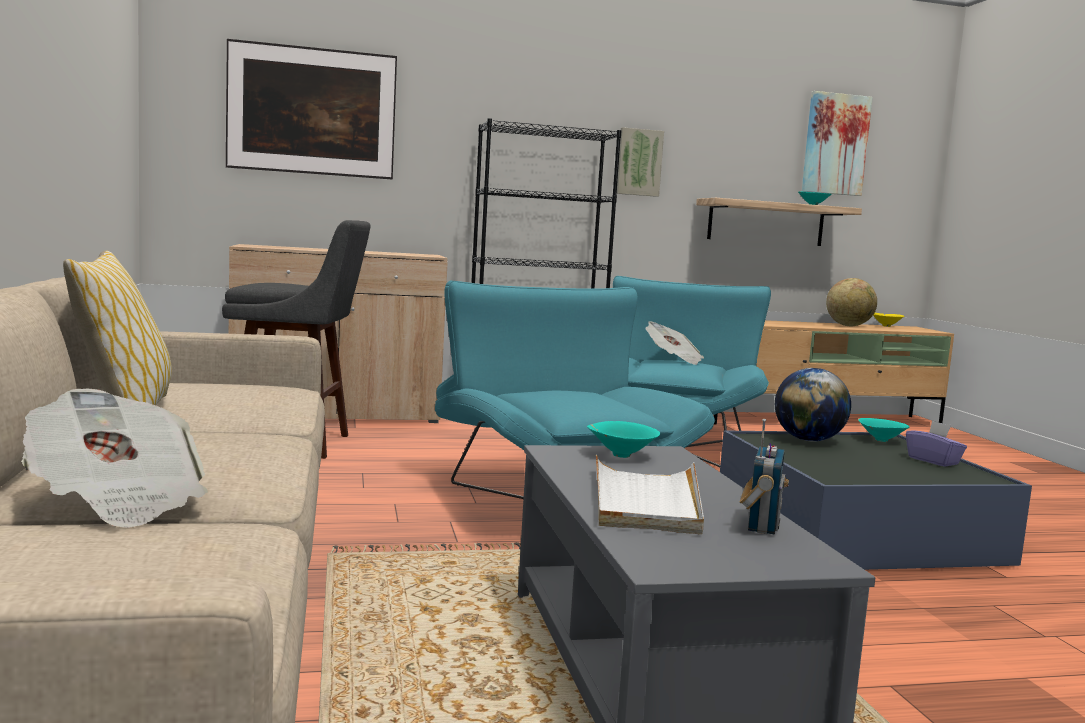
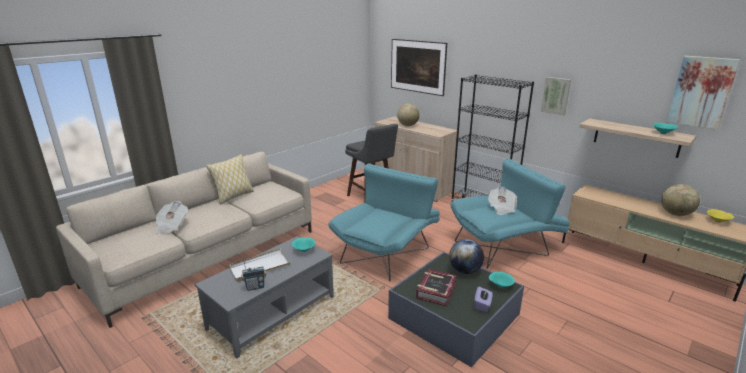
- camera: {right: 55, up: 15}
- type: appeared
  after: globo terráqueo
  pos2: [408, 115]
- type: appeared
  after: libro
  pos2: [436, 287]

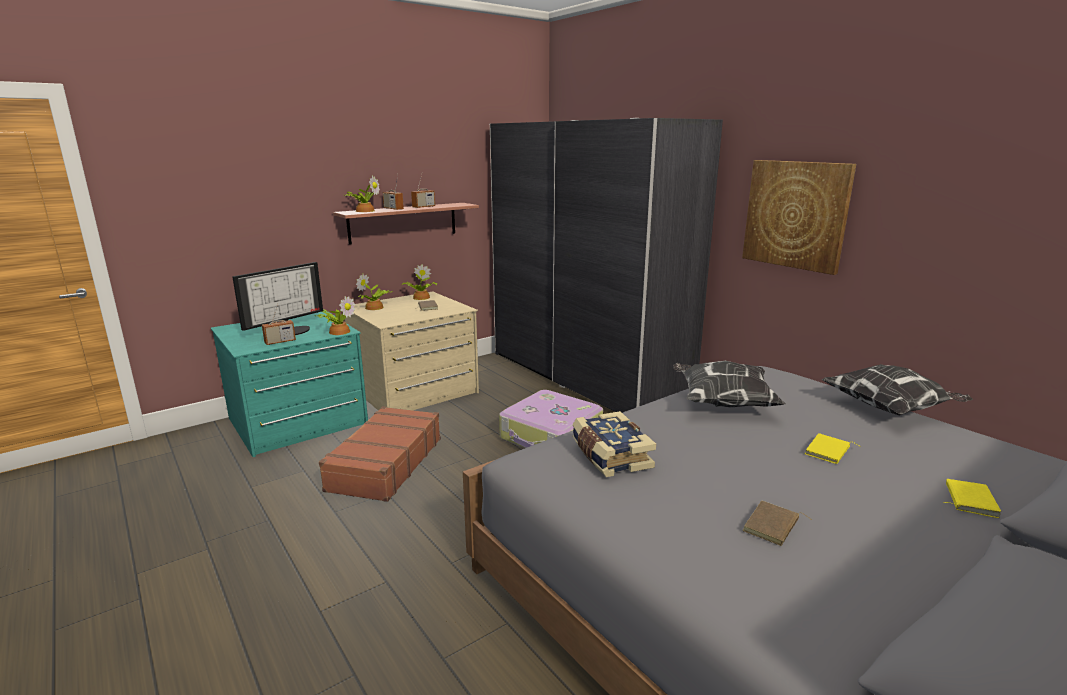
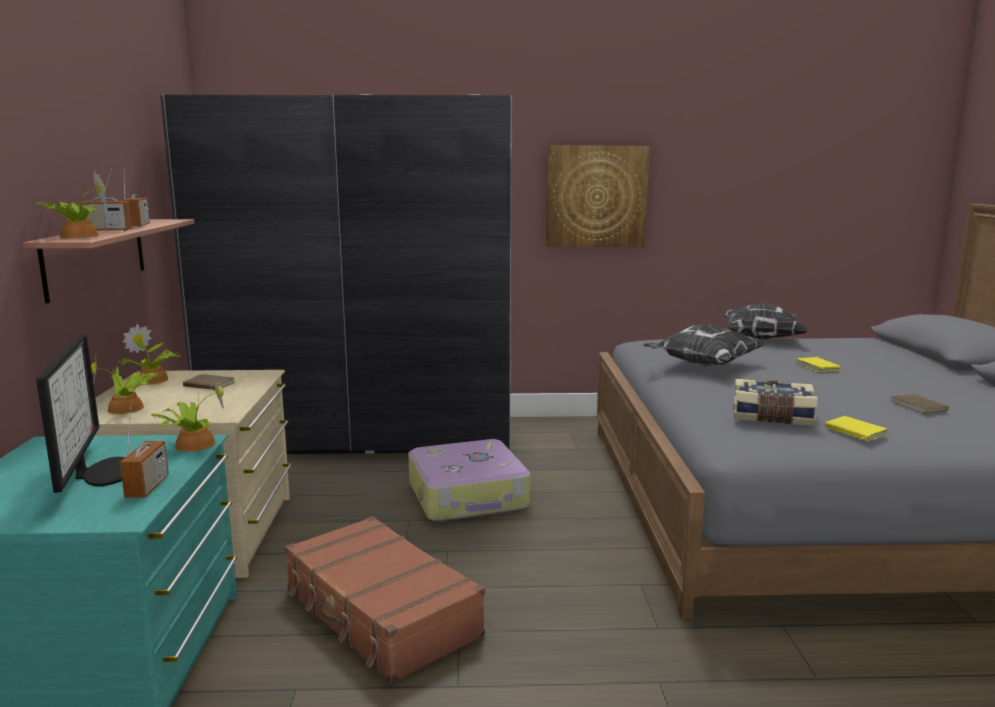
- camera: {right: -55, up: -5}
- type: relocated
  before: libro (amarillo)
  pos1: [972, 498]
  pos2: [856, 428]

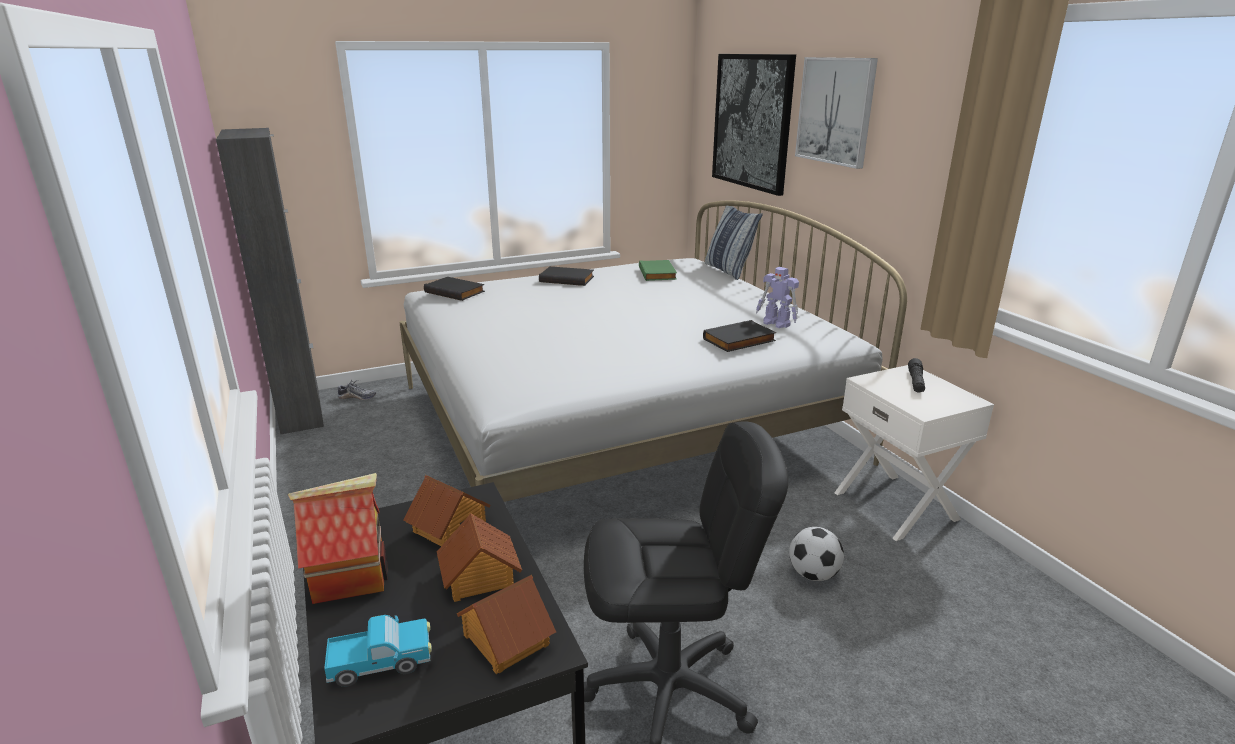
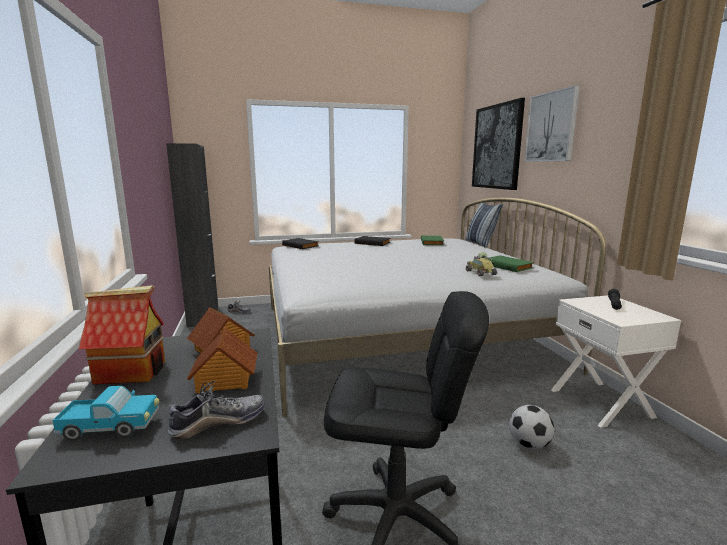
- camera: {right: 10, up: -10}
- type: exchanged
  before: robot de juguete
  after: libro (verde)
  pos1: [777, 297]
  pos2: [510, 263]
- type: exchanged
  before: libro (negro)
  after: coche de juguete
  pos1: [740, 336]
  pos2: [481, 264]
- type: exchanged
  before: casita
  after: zapato
  pos1: [506, 624]
  pos2: [215, 410]

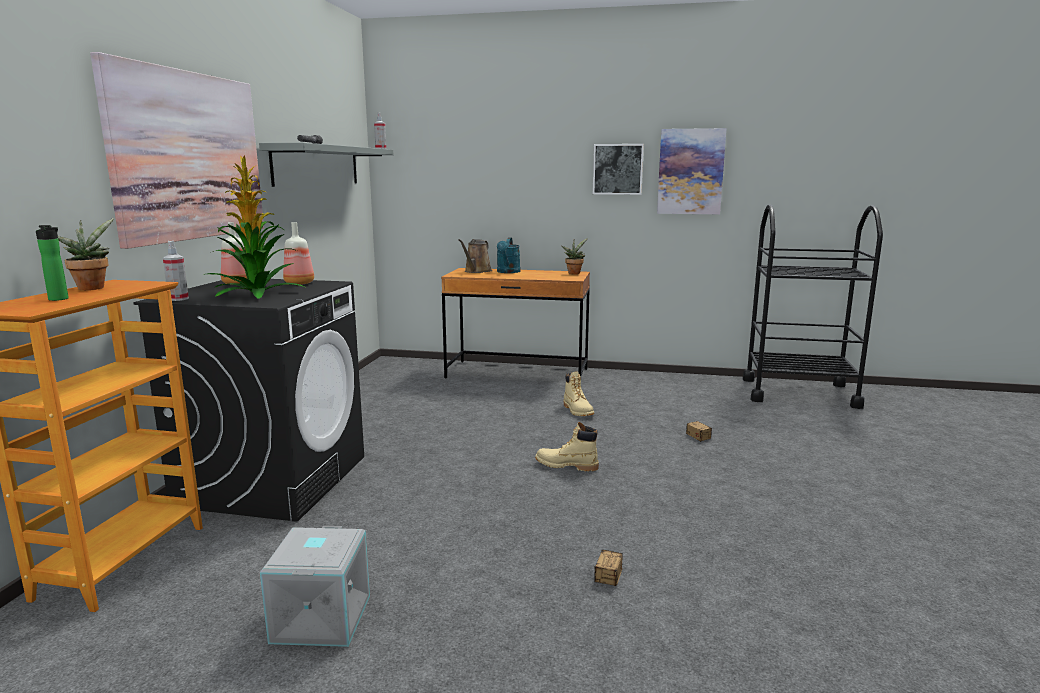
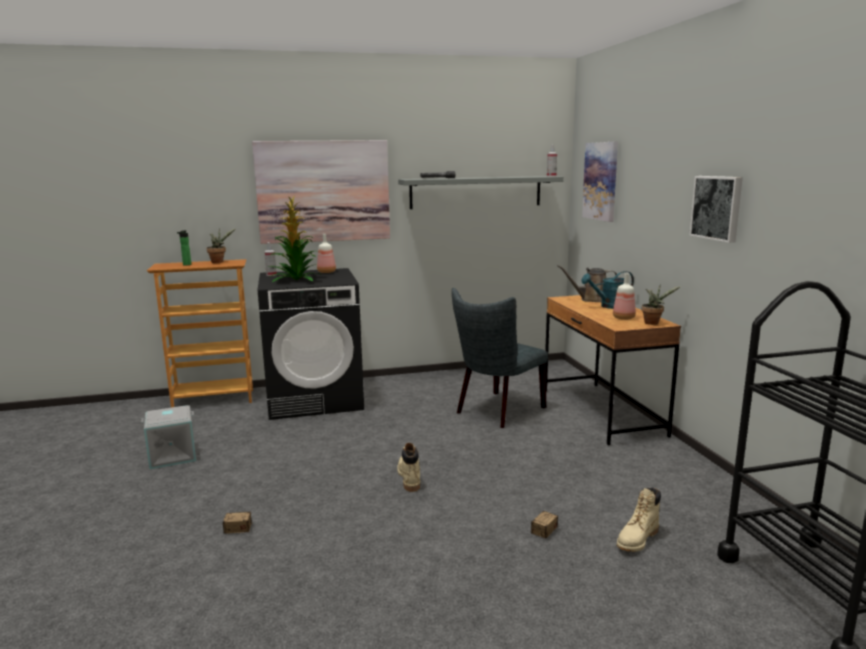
- camera: {right: 65, up: 0}
- type: relocated
  before: cuadro
  pos1: [692, 171]
  pos2: [600, 181]
- type: relocated
  before: botella
  pos1: [298, 253]
  pos2: [624, 297]
- type: relocated
  before: bota (beis)
  pos1: [579, 394]
  pos2: [639, 520]
- type: appeared
  after: silla (gris)
  pos2: [500, 358]

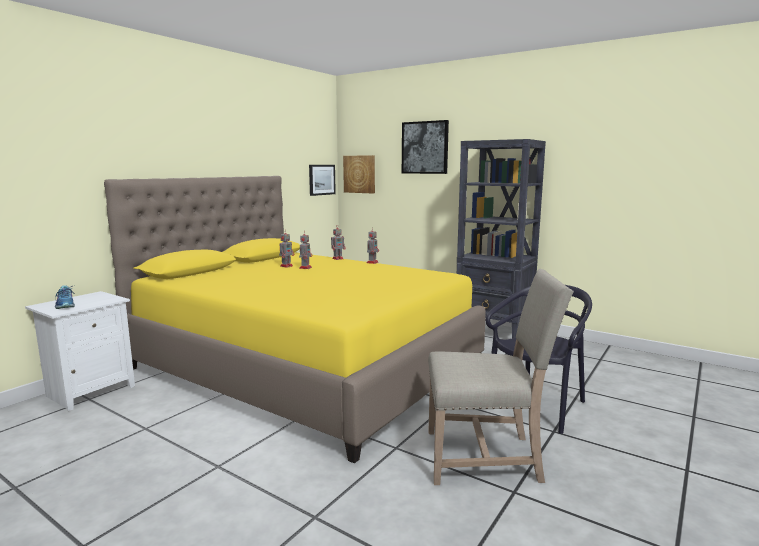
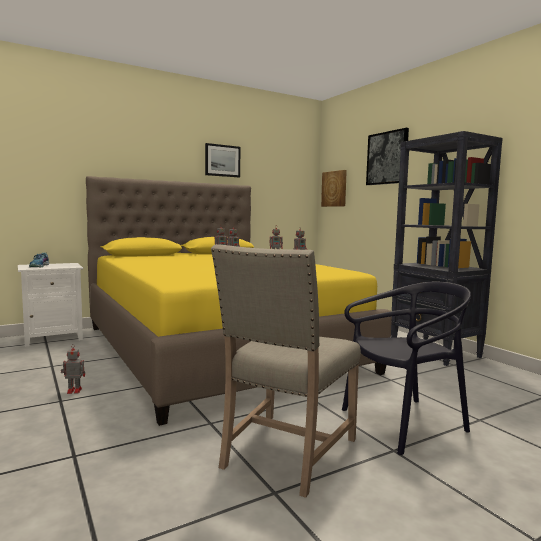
- camera: {right: 25, up: -5}
- type: relocated
  before: cuadro
  pos1: [322, 180]
  pos2: [223, 160]
- type: spun
  before: silla (beis)
  pos1: [501, 377]
  pos2: [286, 371]
  turn: 90
- type: appeared
  after: robot de juguete
  pos2: [73, 369]

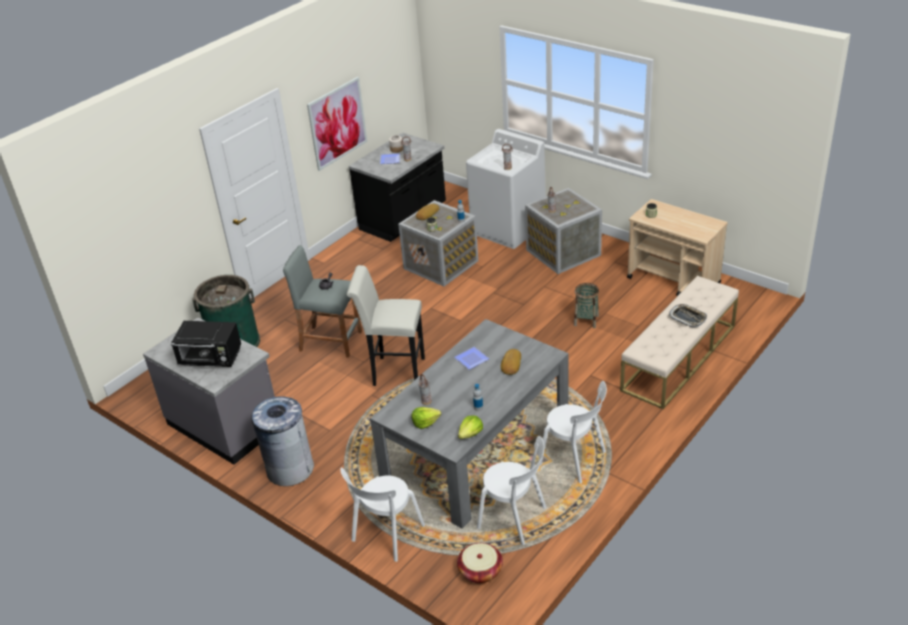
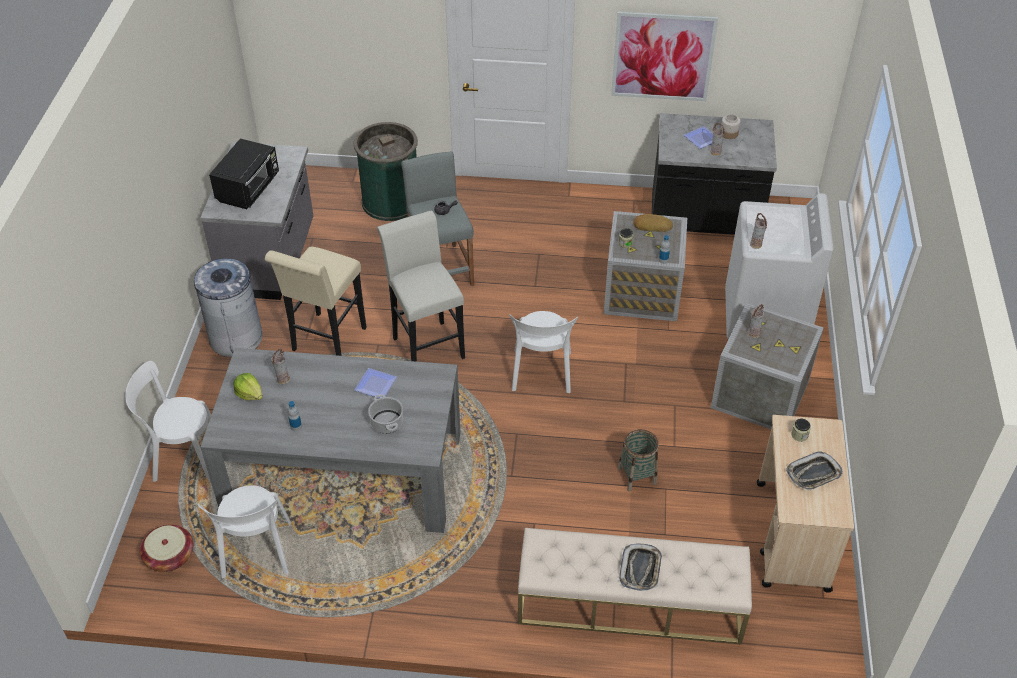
- camera: {right: 55, up: 10}
- type: spun
  before: microondas (negro)
  pos1: [206, 344]
  pos2: [244, 173]
  turn: -135
- type: exchanged
  before: pan
  after: olla
  pos1: [511, 362]
  pos2: [385, 414]
- type: relocated
  before: silla (blanco)
  pos1: [573, 432]
  pos2: [543, 352]
- type: missing
  before: lechuga
  pos1: [470, 427]
- type: appeared
  after: taburete (beis)
  pos2: [316, 301]
- type: appeared
  after: bandeja
  pos2: [814, 470]

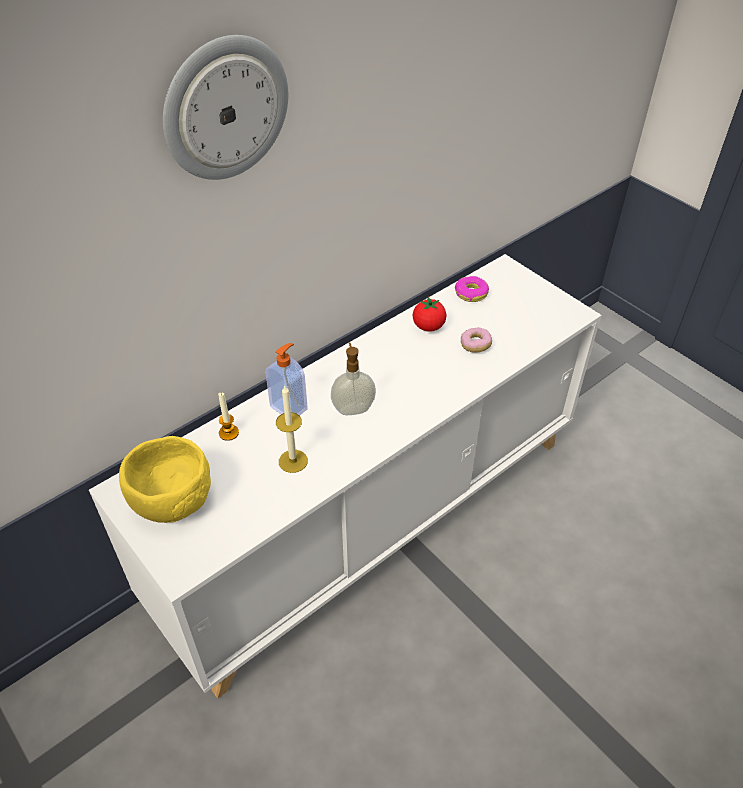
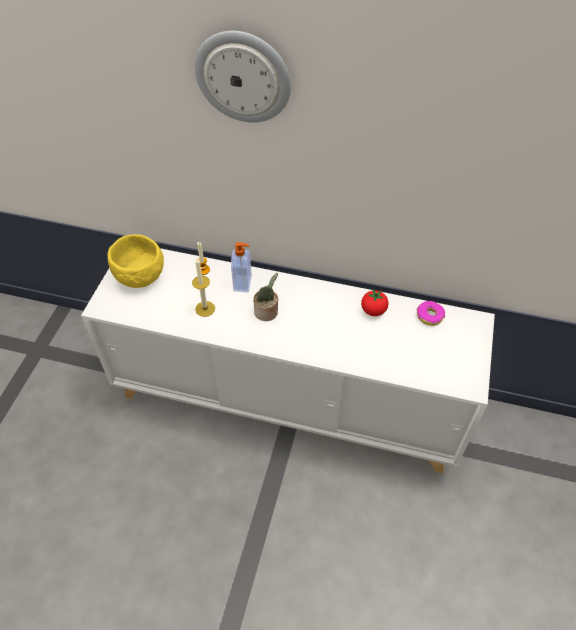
- camera: {right: 55, up: 5}
- type: missing
  before: rosquilla
  pos1: [476, 340]
- type: exchanged
  before: dispensador de jabón
  after: planta en maceta
  pos1: [353, 379]
  pos2: [265, 297]

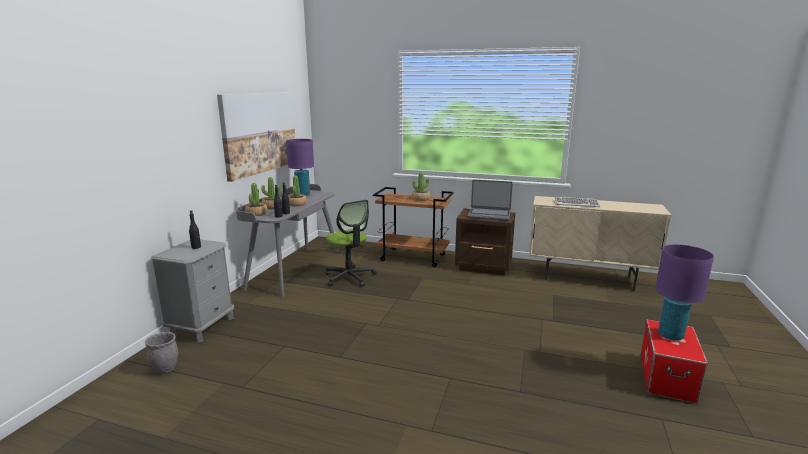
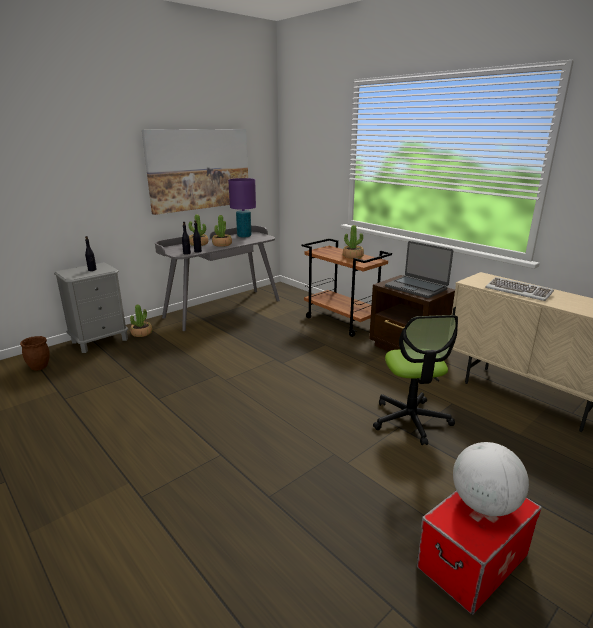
- camera: {right: 30, up: 5}
- type: relocated
  before: planta en maceta
  pos1: [256, 199]
  pos2: [141, 320]
- type: relocated
  before: silla de oficina
  pos1: [351, 243]
  pos2: [415, 380]
- type: exchanged
  before: lámpara de mesa (morado)
  after: globo terráqueo
  pos1: [684, 292]
  pos2: [491, 479]
- type: colour
  before: maceta (gris)
  after: maceta (marrón)
  pos1: [161, 353]
  pos2: [35, 353]

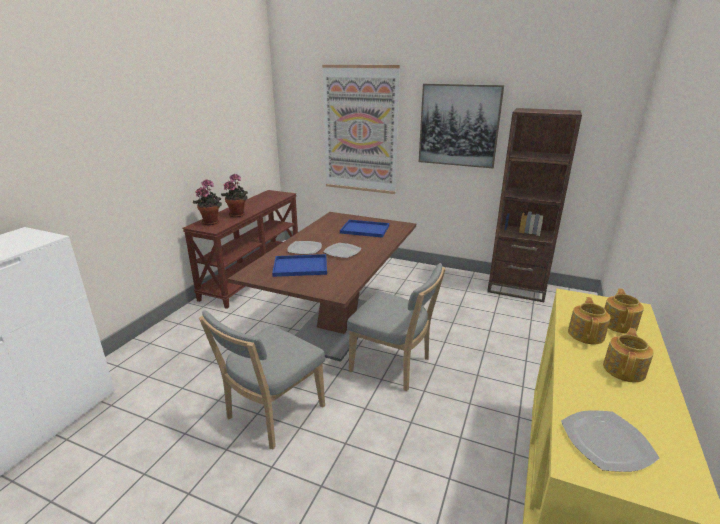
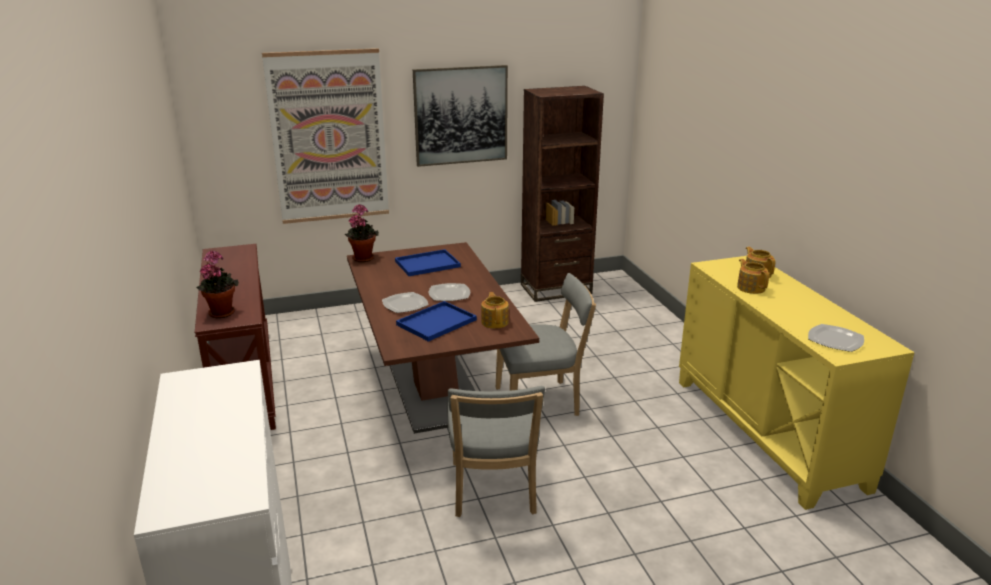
- camera: {right: -40, up: 0}
- type: relocated
  before: planta en maceta
  pos1: [234, 195]
  pos2: [362, 233]
- type: relocated
  before: tetera
  pos1: [628, 355]
  pos2: [495, 310]

